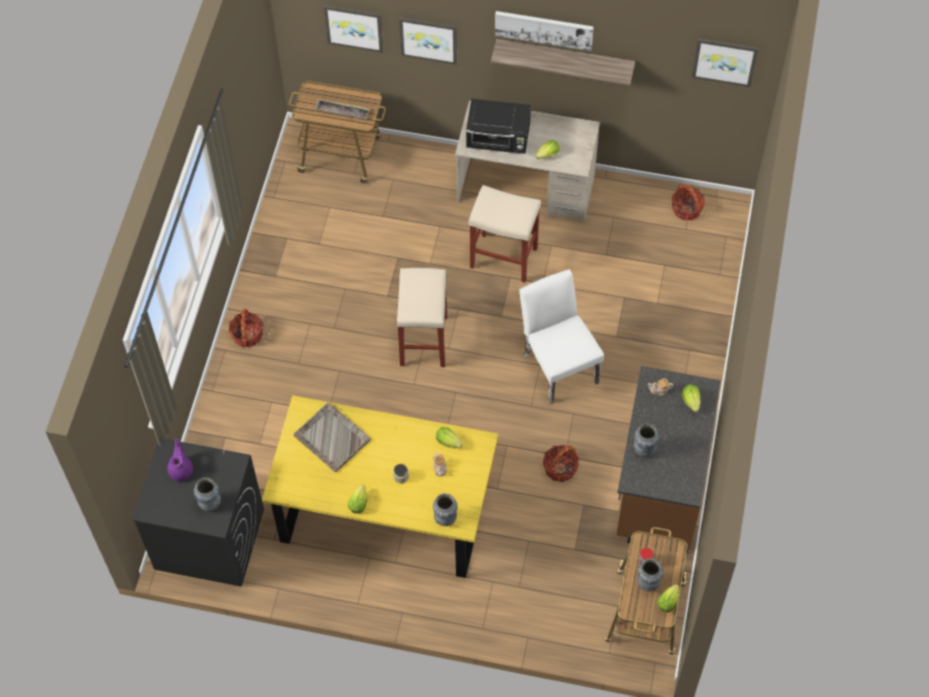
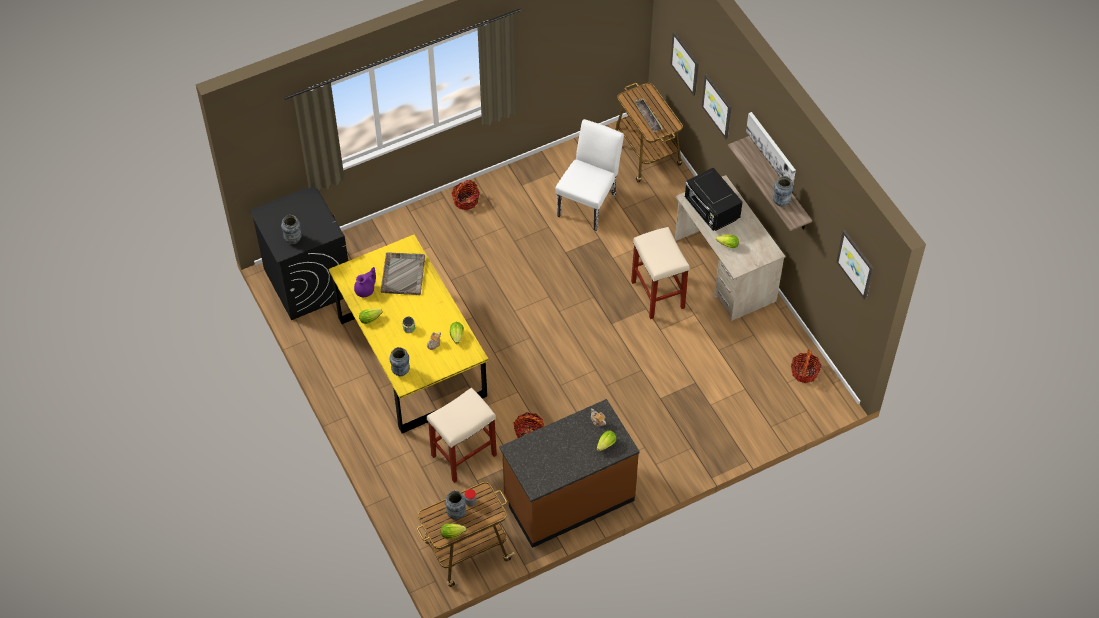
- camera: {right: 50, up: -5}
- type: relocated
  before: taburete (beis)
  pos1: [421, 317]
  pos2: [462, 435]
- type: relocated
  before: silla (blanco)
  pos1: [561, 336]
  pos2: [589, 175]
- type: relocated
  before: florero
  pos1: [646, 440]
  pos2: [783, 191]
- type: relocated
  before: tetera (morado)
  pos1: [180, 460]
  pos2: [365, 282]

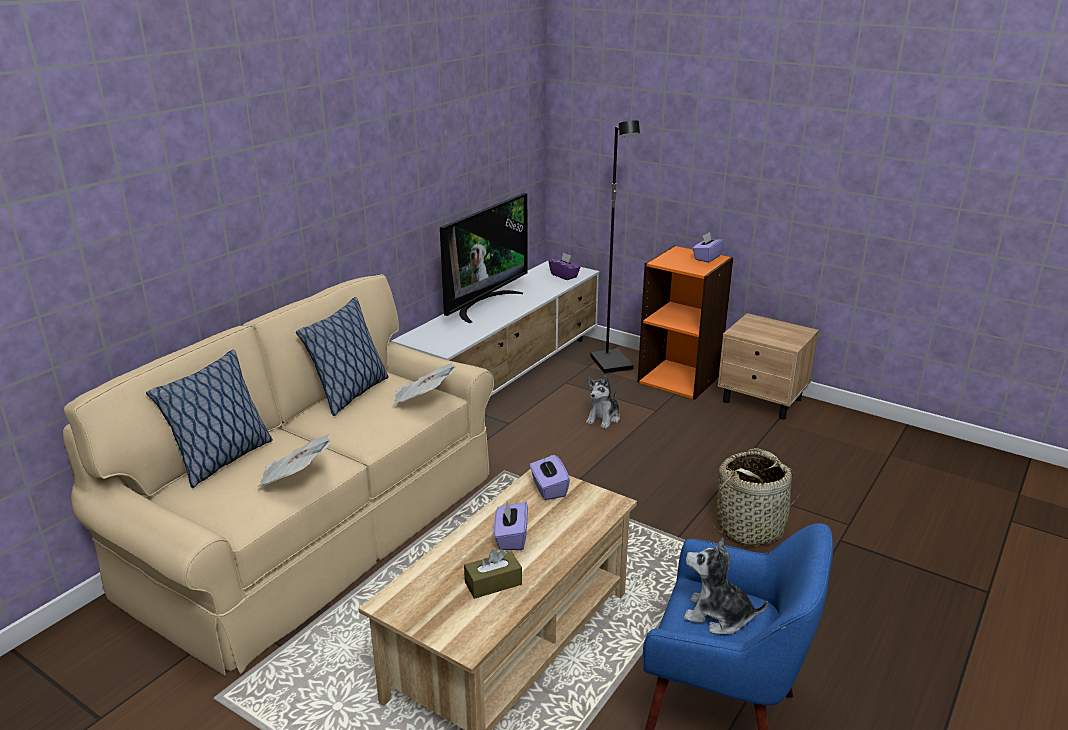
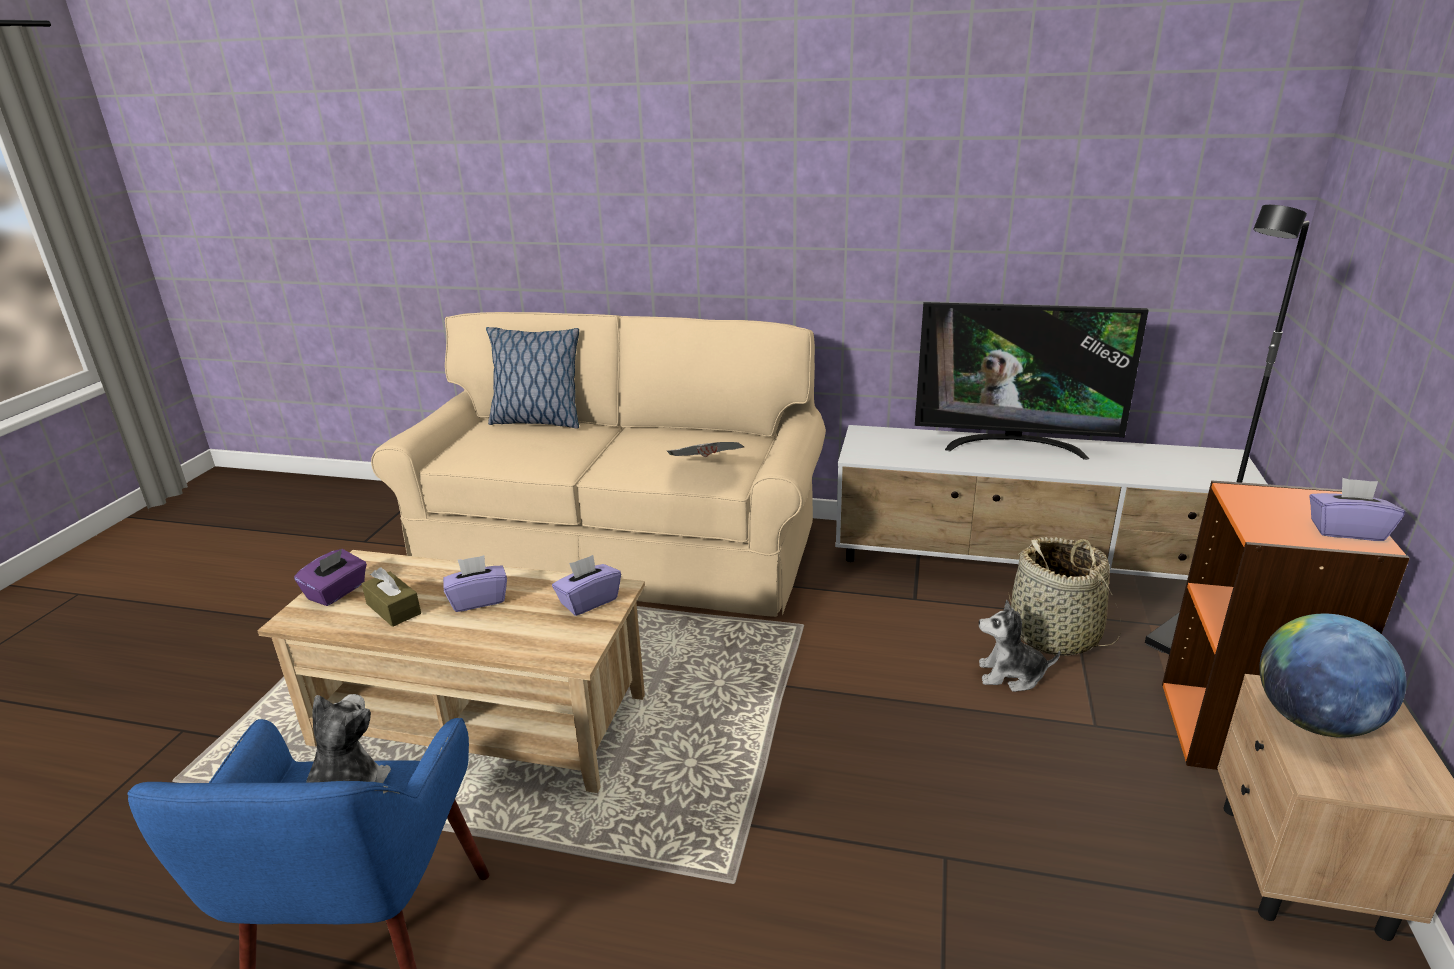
- camera: {right: 70, up: 0}
- type: relocated
  before: caja de pañuelos (morado)
  pos1: [564, 266]
  pos2: [330, 577]
- type: missing
  before: cojín
  pos1: [342, 356]
- type: missing
  before: periódico
  pos1: [294, 460]
- type: relocated
  before: cesta
  pos1: [756, 497]
  pos2: [1065, 596]
- type: appeared
  after: globo terráqueo
  pos2: [1333, 675]

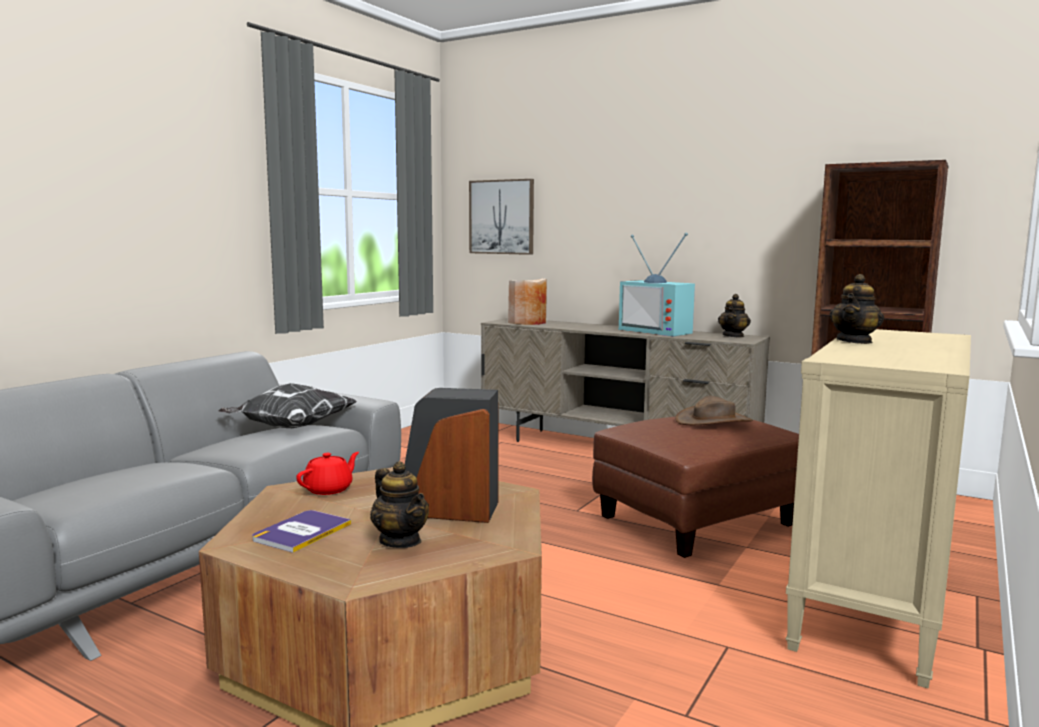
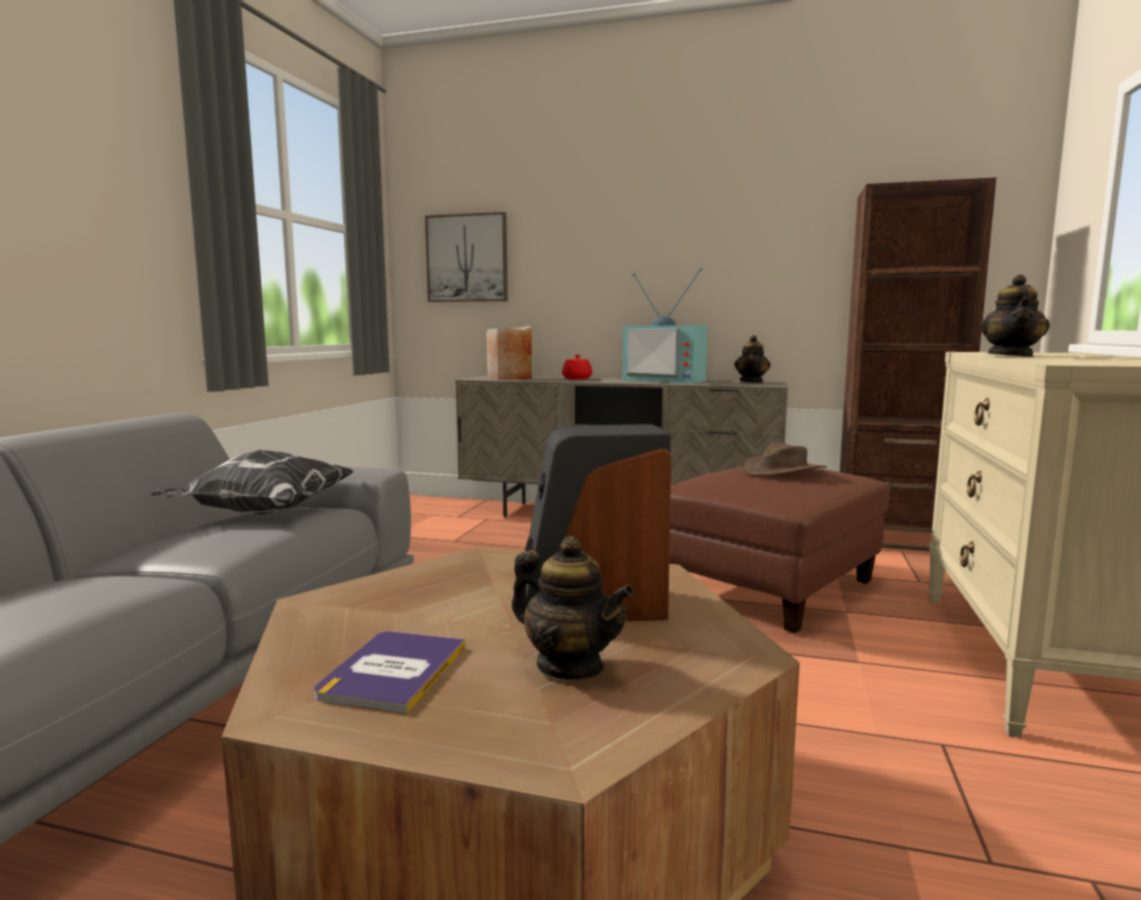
- camera: {right: -15, up: 0}
- type: relocated
  before: tetera (rojo)
  pos1: [327, 473]
  pos2: [577, 367]

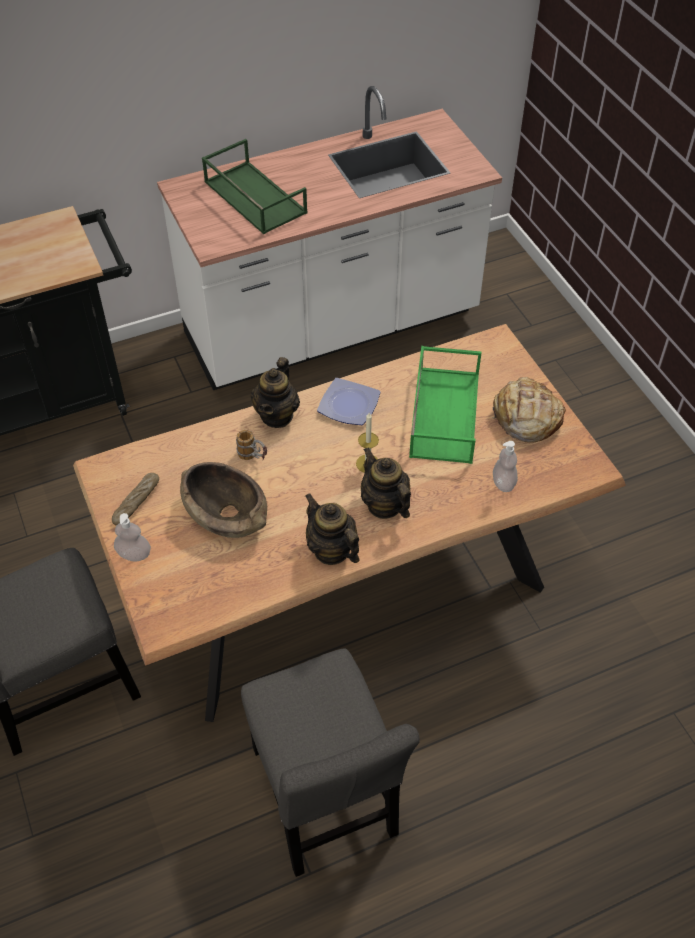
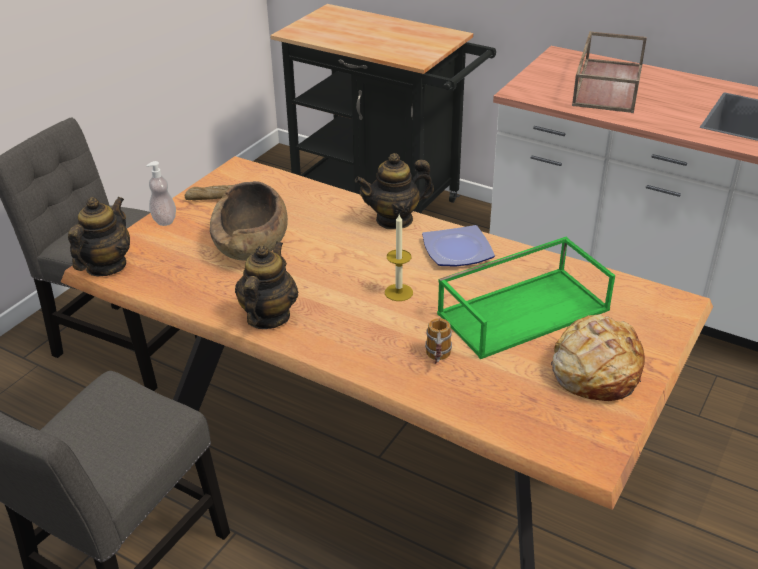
- camera: {right: 55, up: -15}
- type: colour
  before: bandeja (verde)
  after: bandeja (marrón)
  pos1: [255, 186]
  pos2: [609, 72]
- type: relocated
  before: taza grande
  pos1: [251, 445]
  pos2: [438, 341]
- type: missing
  before: dispensador de jabón
  pos1: [505, 466]
- type: relocated
  before: tetera
  pos1: [386, 483]
  pos2: [99, 236]

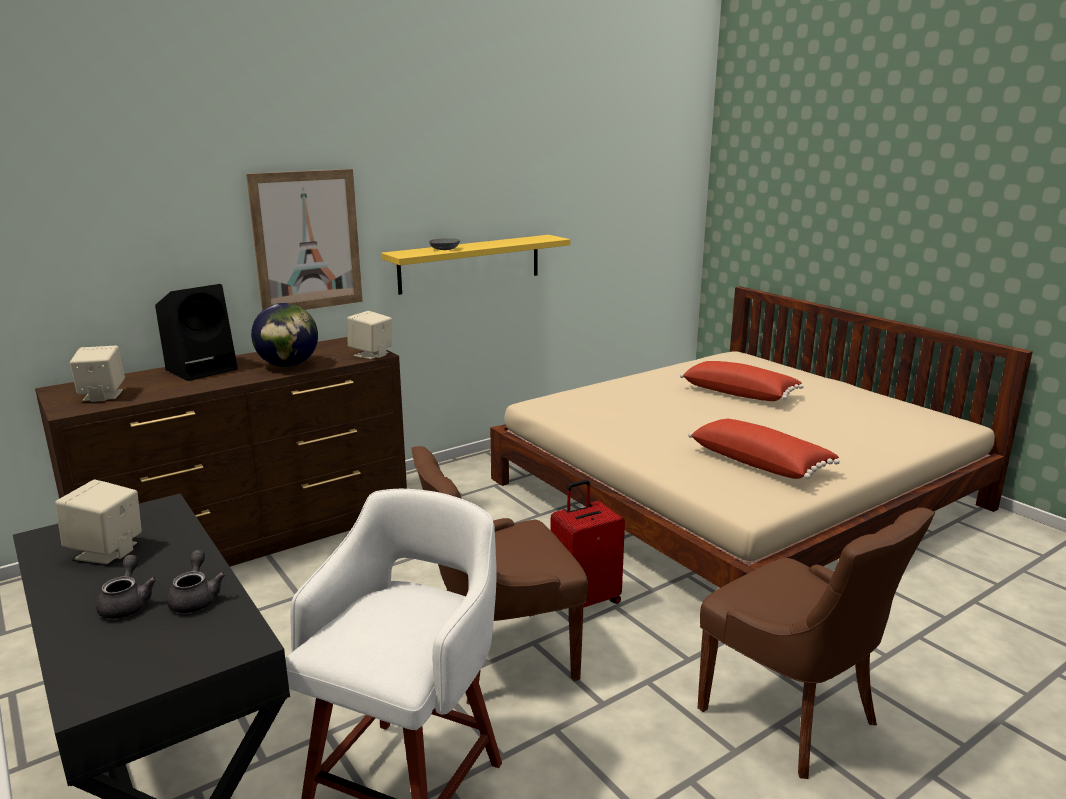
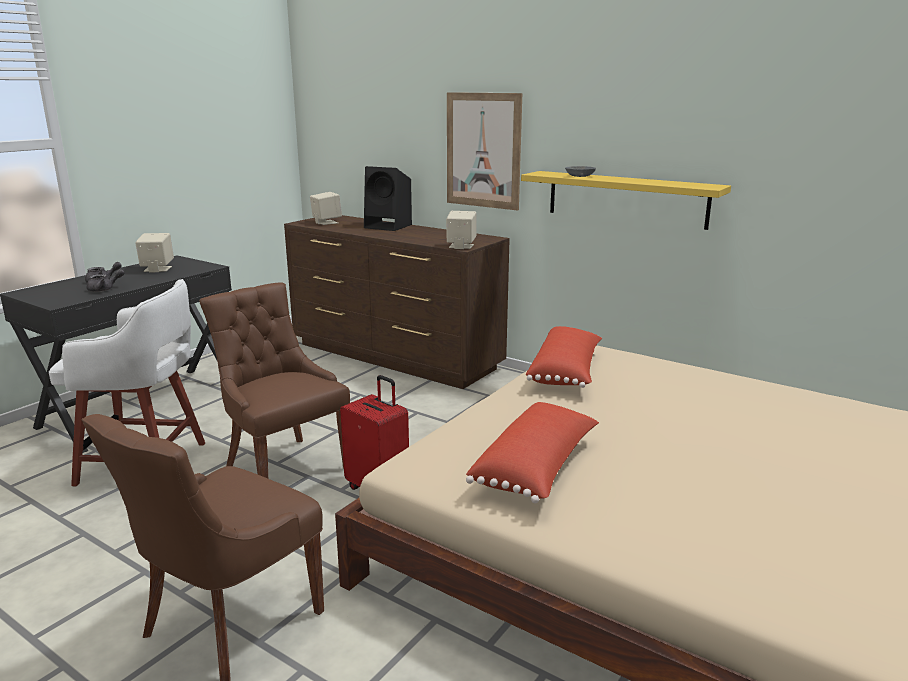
- camera: {right: 70, up: 0}
- type: missing
  before: globo terráqueo
  pos1: [284, 335]
- type: relocated
  before: cojín (rojo)
  pos1: [742, 381]
  pos2: [564, 357]

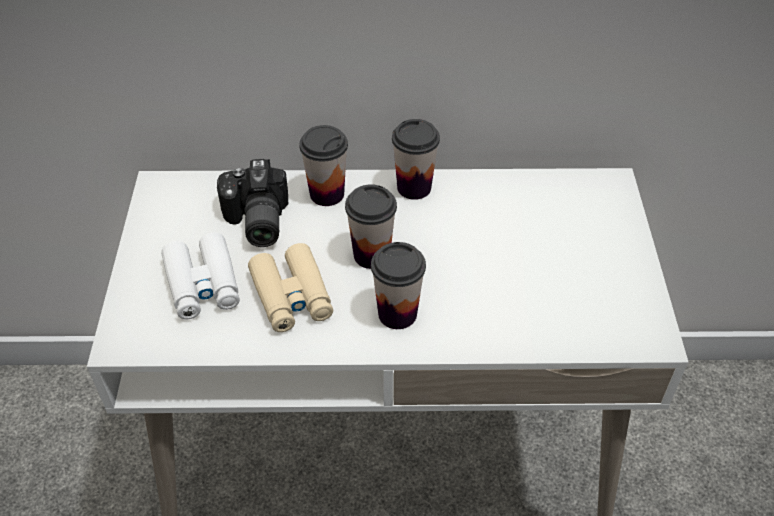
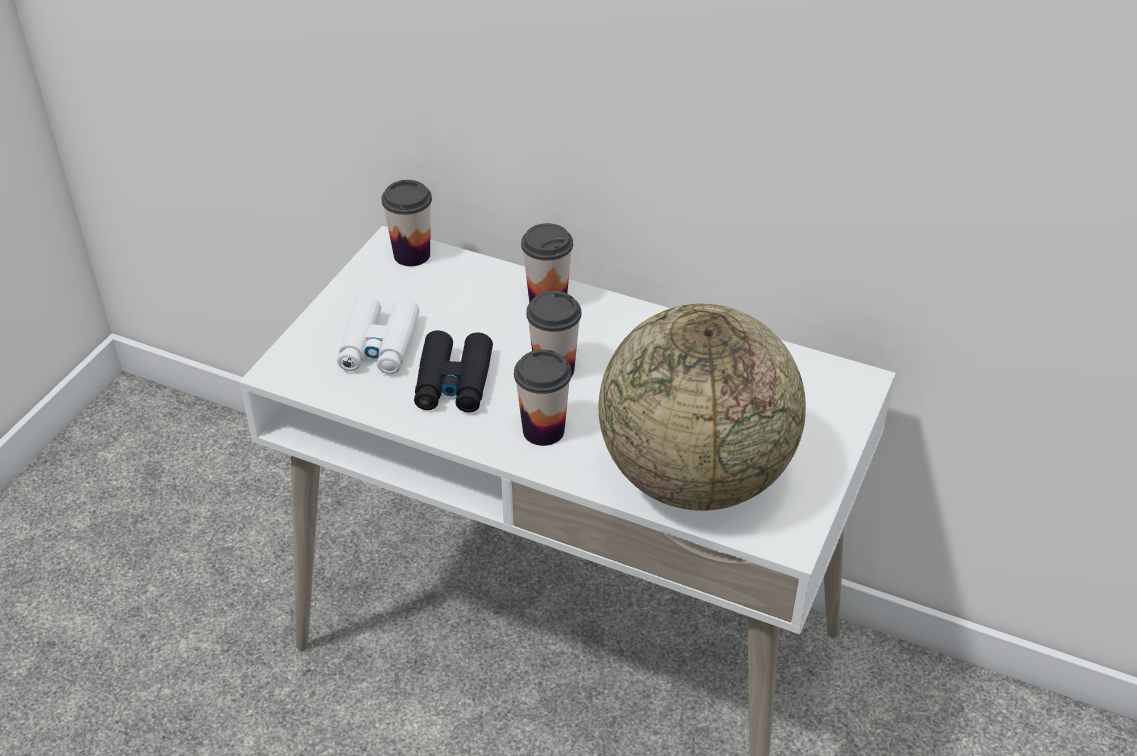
- camera: {right: 25, up: -5}
- type: relocated
  before: taza
  pos1: [416, 159]
  pos2: [407, 223]
- type: missing
  before: cámara
  pos1: [252, 203]
- type: colour
  before: prismáticos (beis)
  after: prismáticos (negro)
  pos1: [290, 287]
  pos2: [453, 371]
- type: appeared
  after: globo terráqueo
  pos2: [702, 407]

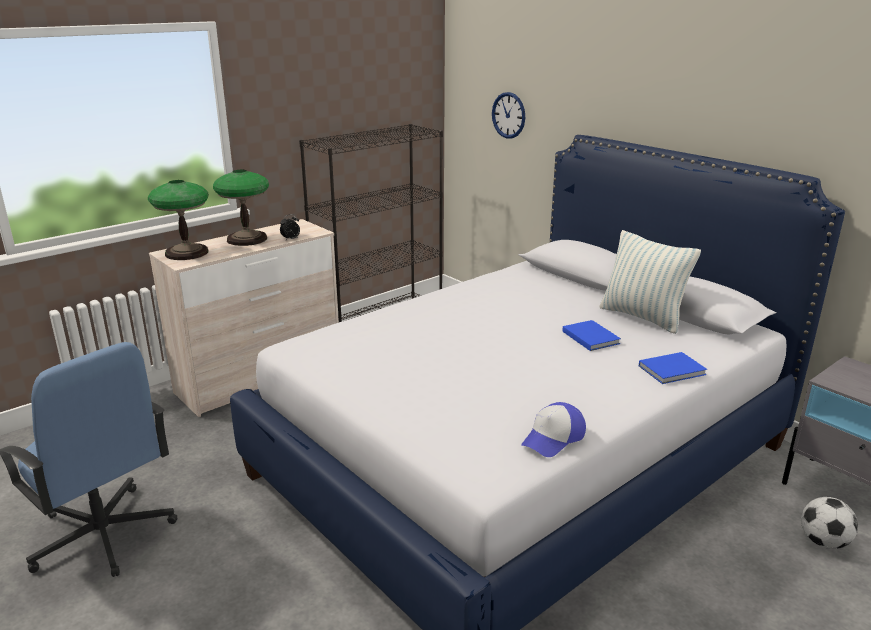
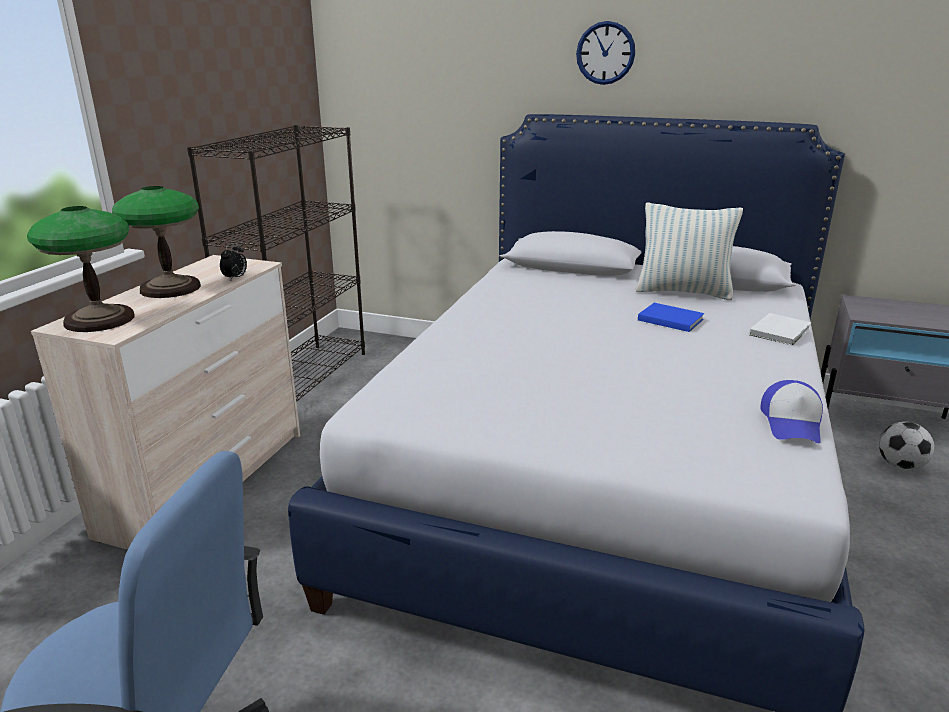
- camera: {right: -30, up: 0}
- type: relocated
  before: reloj de pared
  pos1: [508, 115]
  pos2: [605, 53]
- type: colour
  before: libro (azul)
  after: libro (blanco)
  pos1: [673, 368]
  pos2: [780, 329]

